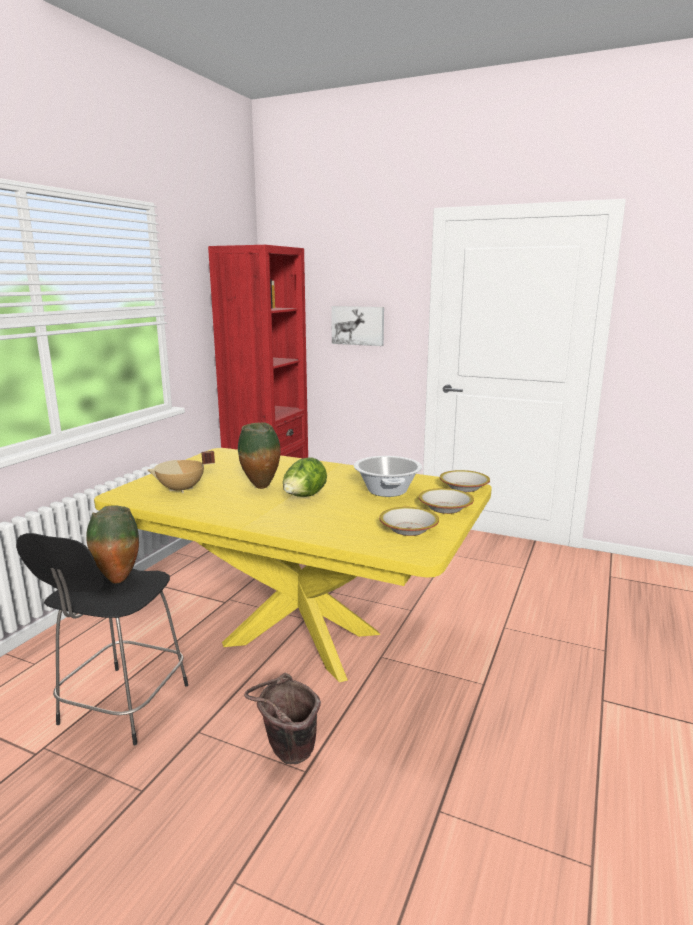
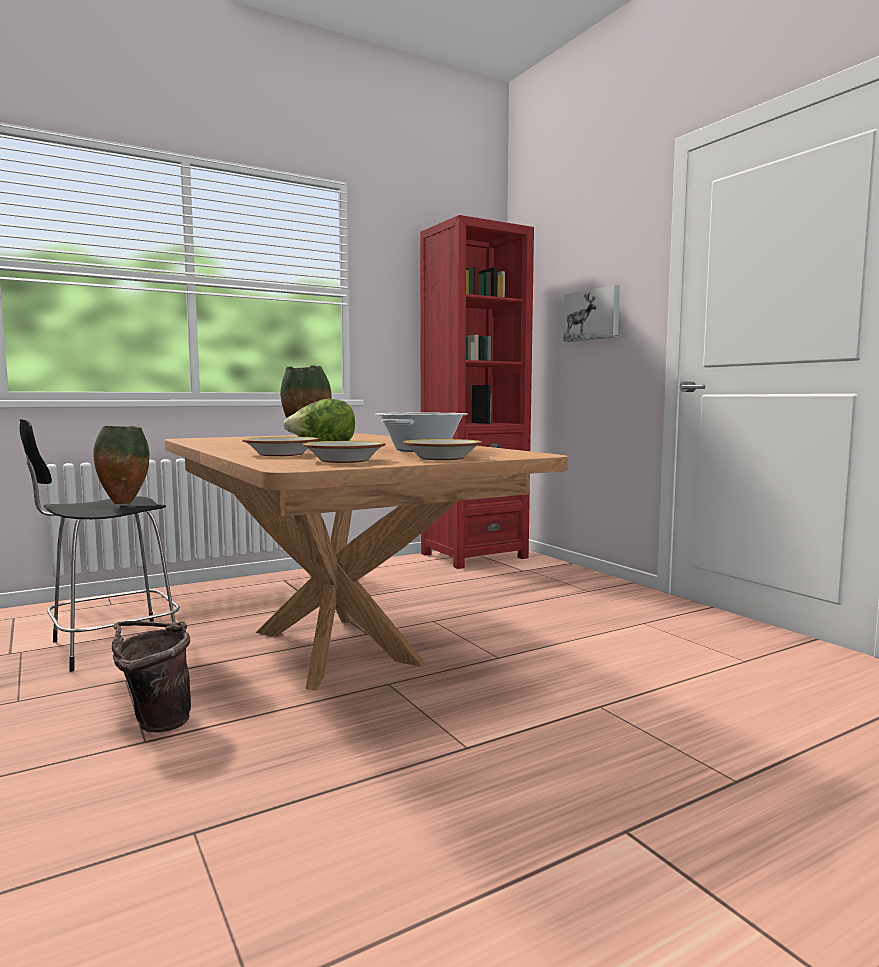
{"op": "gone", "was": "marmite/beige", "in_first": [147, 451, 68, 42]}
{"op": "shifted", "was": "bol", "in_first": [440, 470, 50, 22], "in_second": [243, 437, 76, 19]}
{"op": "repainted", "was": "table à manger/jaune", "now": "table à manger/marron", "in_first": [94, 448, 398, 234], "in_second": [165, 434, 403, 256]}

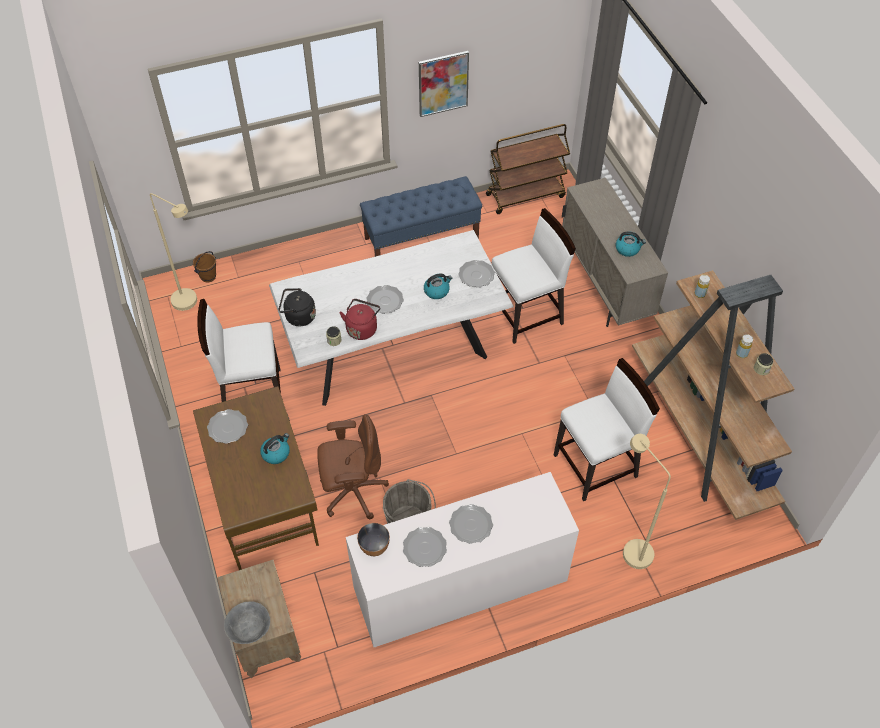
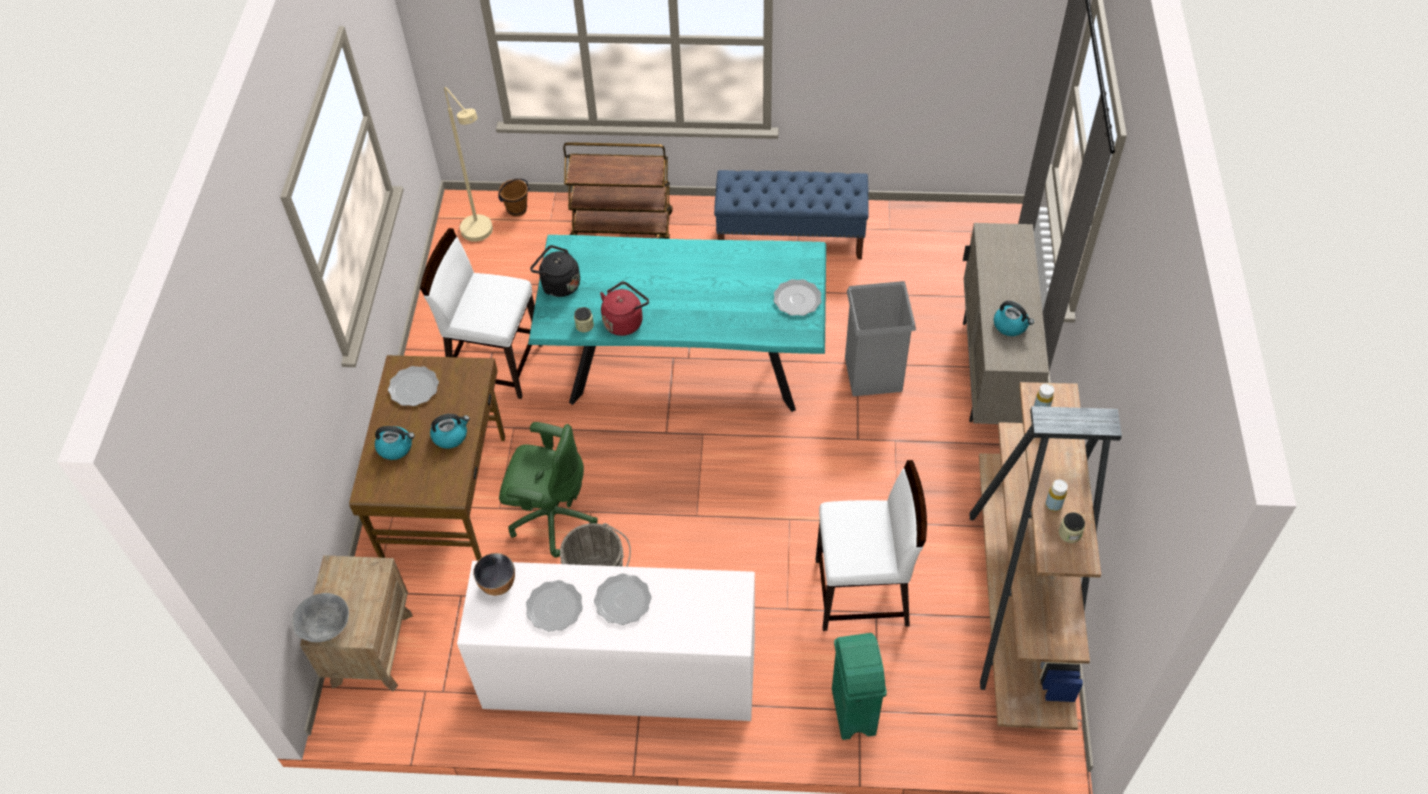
{"op": "gone", "was": "assiette", "in_first": [366, 285, 38, 29]}
{"op": "gone", "was": "tableau", "in_first": [419, 51, 50, 66]}
{"op": "shifted", "was": "bouilloire", "in_first": [424, 273, 28, 26], "in_second": [375, 426, 40, 34]}
{"op": "shifted", "was": "chariot/marron", "in_first": [486, 124, 84, 90], "in_second": [563, 142, 110, 97]}
{"op": "swapped", "was": "chaise/blanc", "now": "poubelle/gris", "in_first": [492, 208, 84, 136], "in_second": [845, 281, 71, 115]}
{"op": "swapped", "was": "lampadaire/beige", "now": "poubelle/vert", "in_first": [623, 434, 48, 135], "in_second": [832, 633, 55, 107]}
{"op": "repainted", "was": "table à manger/blanc", "now": "table à manger/turquoise", "in_first": [269, 230, 245, 176], "in_second": [528, 235, 298, 177]}
{"op": "repainted", "was": "chaise de bureau/marron", "now": "chaise de bureau/vert", "in_first": [317, 414, 72, 105], "in_second": [499, 422, 99, 135]}

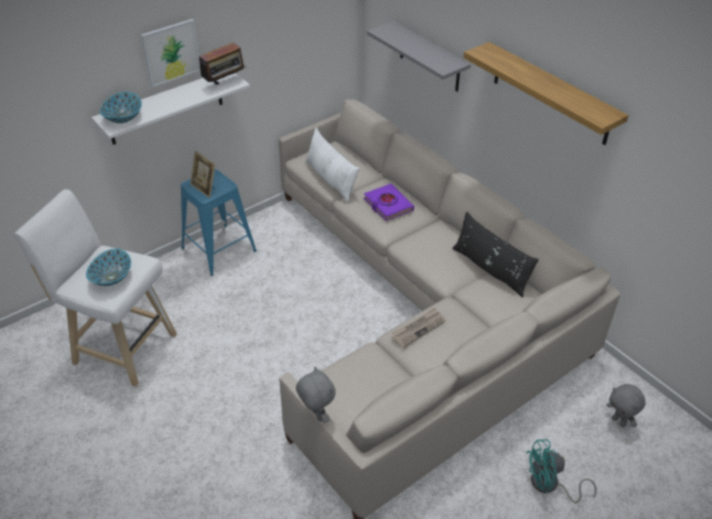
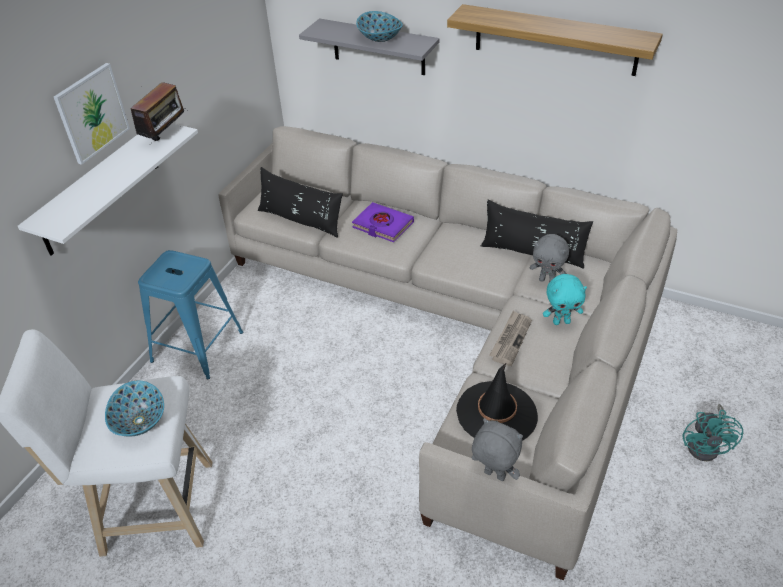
{"op": "gone", "was": "cadre photo", "in_first": [190, 151, 25, 47]}
{"op": "new", "now": "chapeau/noir", "in_second": [456, 363, 82, 78]}
{"op": "new", "now": "peluche/turquoise", "in_second": [543, 274, 44, 51]}
{"op": "shifted", "was": "bol", "in_first": [100, 92, 42, 31], "in_second": [356, 11, 47, 31]}
{"op": "shifted", "was": "peluche/gris", "in_first": [607, 384, 39, 43], "in_second": [530, 234, 39, 48]}
{"op": "repainted", "was": "coussin/blanc", "now": "coussin/noir", "in_first": [306, 128, 54, 74], "in_second": [258, 167, 85, 71]}
{"op": "rotated", "was": "ventilateur/turquoise", "in_first": [526, 439, 71, 64], "in_second": [682, 404, 61, 57], "clockwise": -45}

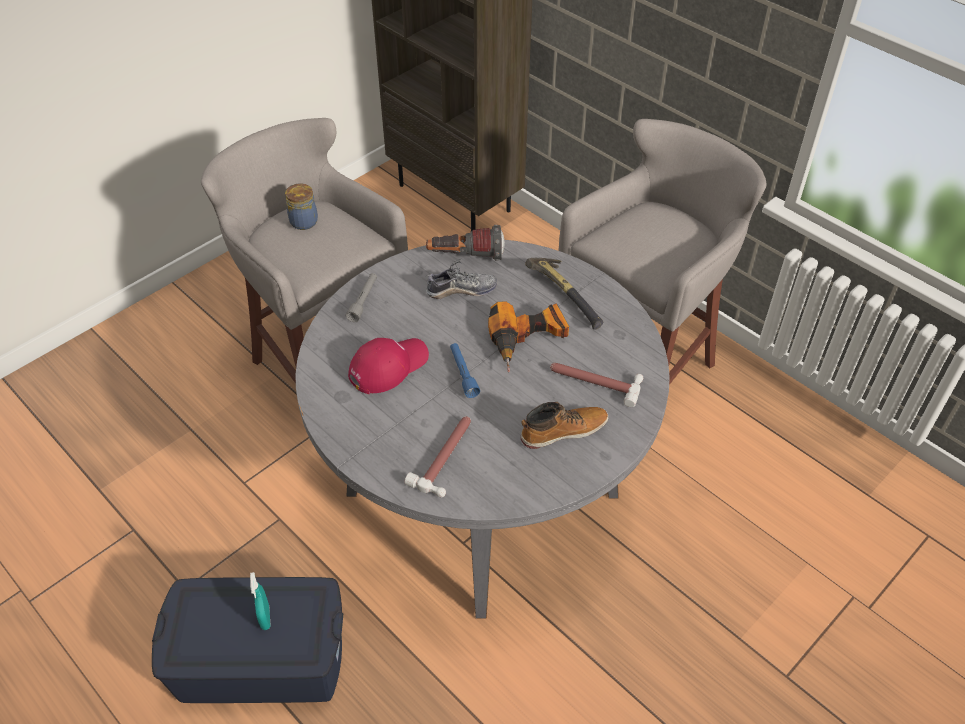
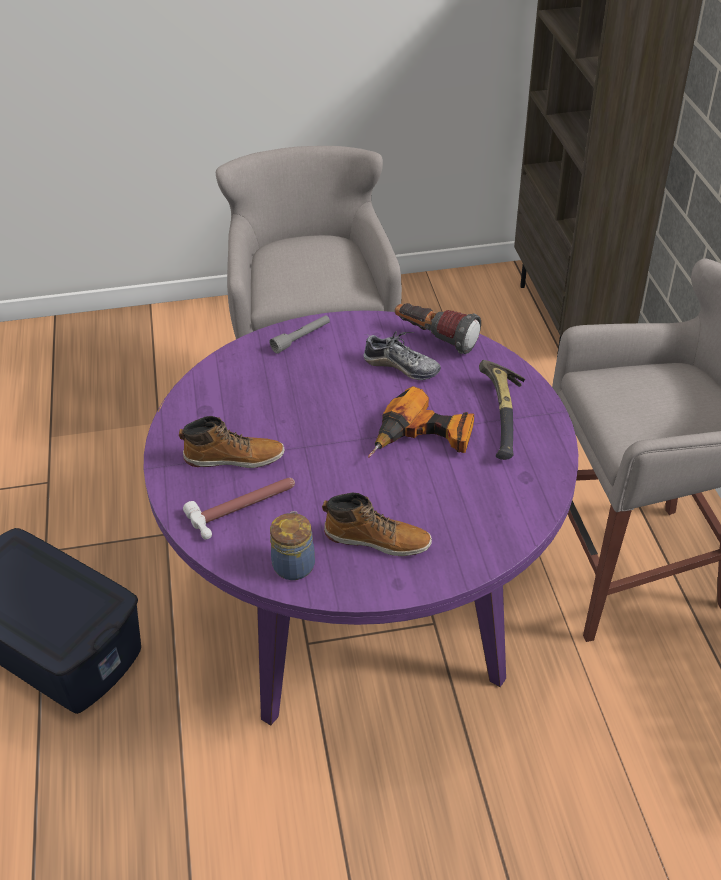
{"op": "gone", "was": "vaporisateur/turquoise", "in_first": [250, 572, 21, 58]}
{"op": "gone", "was": "casquette/rouge", "in_first": [348, 338, 81, 56]}
{"op": "gone", "was": "lampe de poche/bleu", "in_first": [450, 343, 30, 55]}
{"op": "gone", "was": "marteau", "in_first": [550, 363, 93, 44]}
{"op": "new", "now": "botte", "in_second": [179, 416, 105, 52]}
{"op": "shifted", "was": "bocal", "in_first": [285, 183, 33, 47], "in_second": [270, 511, 45, 69]}
{"op": "repainted", "was": "table à manger/gris", "now": "table à manger/violet", "in_first": [296, 240, 374, 378], "in_second": [144, 310, 434, 416]}

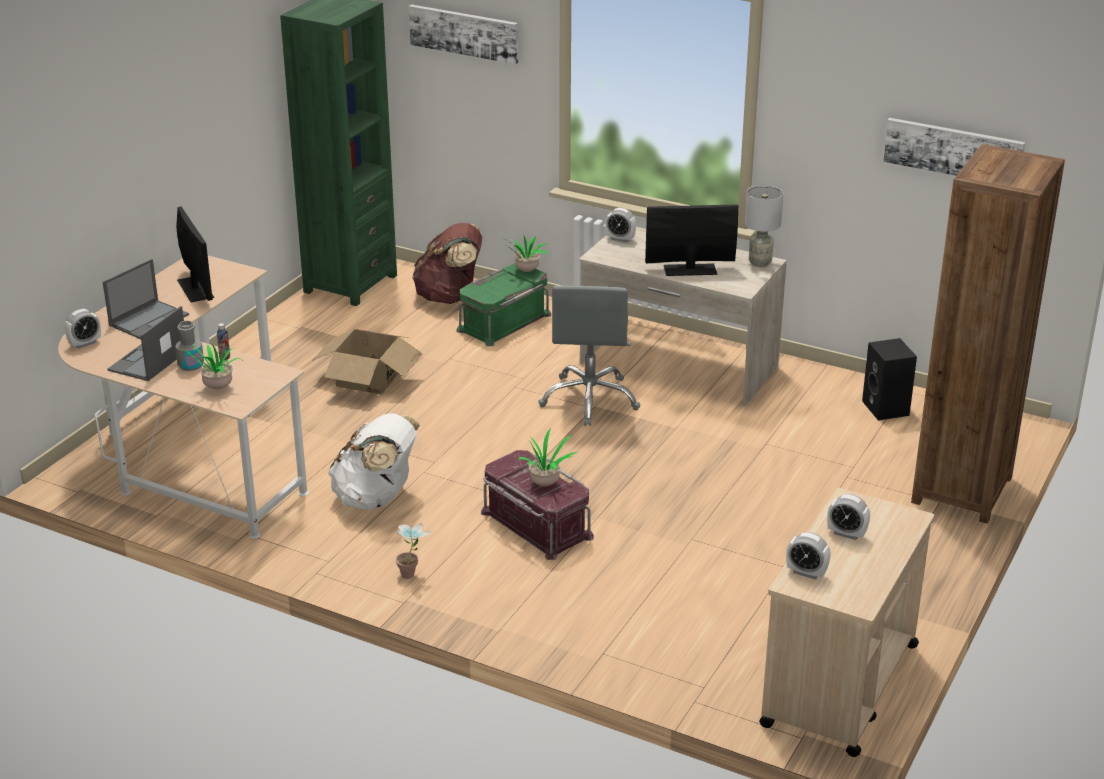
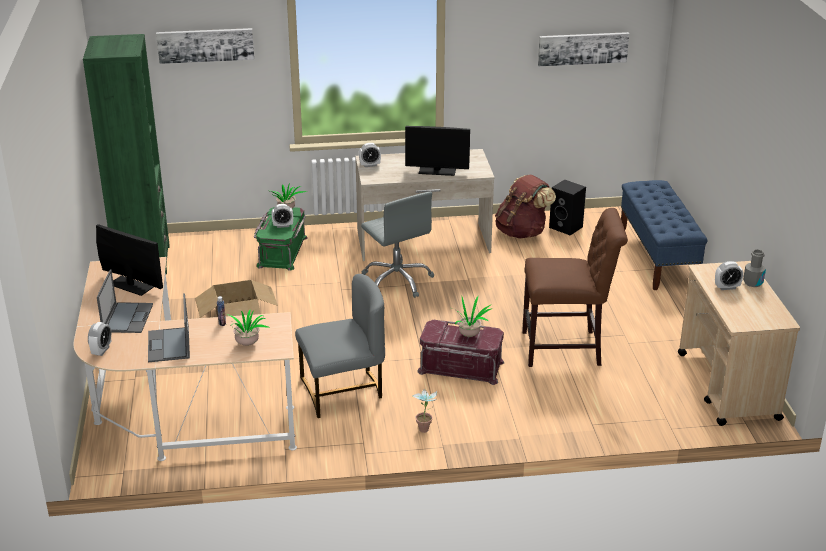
{"op": "gone", "was": "lampe de table/gris", "in_first": [745, 185, 38, 82]}
{"op": "new", "now": "chaise/marron", "in_second": [522, 208, 106, 159]}
{"op": "shifted", "was": "bouteille/gris", "in_first": [175, 321, 29, 50], "in_second": [743, 249, 23, 38]}
{"op": "shifted", "was": "sac à dos/marron", "in_first": [412, 223, 70, 81], "in_second": [495, 174, 61, 64]}
{"op": "shifted", "was": "réveil", "in_first": [786, 532, 45, 48], "in_second": [271, 204, 22, 24]}
{"op": "swapped", "was": "sac à dos/blanc", "now": "chaise/gris", "in_first": [328, 413, 92, 97], "in_second": [295, 274, 90, 144]}
{"op": "swapped", "was": "bibliothèque/marron", "now": "banc/bleu", "in_first": [911, 144, 154, 380], "in_second": [621, 180, 87, 110]}
{"op": "rotated", "was": "écran d'ordinateur", "in_first": [645, 204, 93, 72], "in_second": [405, 126, 65, 50], "clockwise": -135}

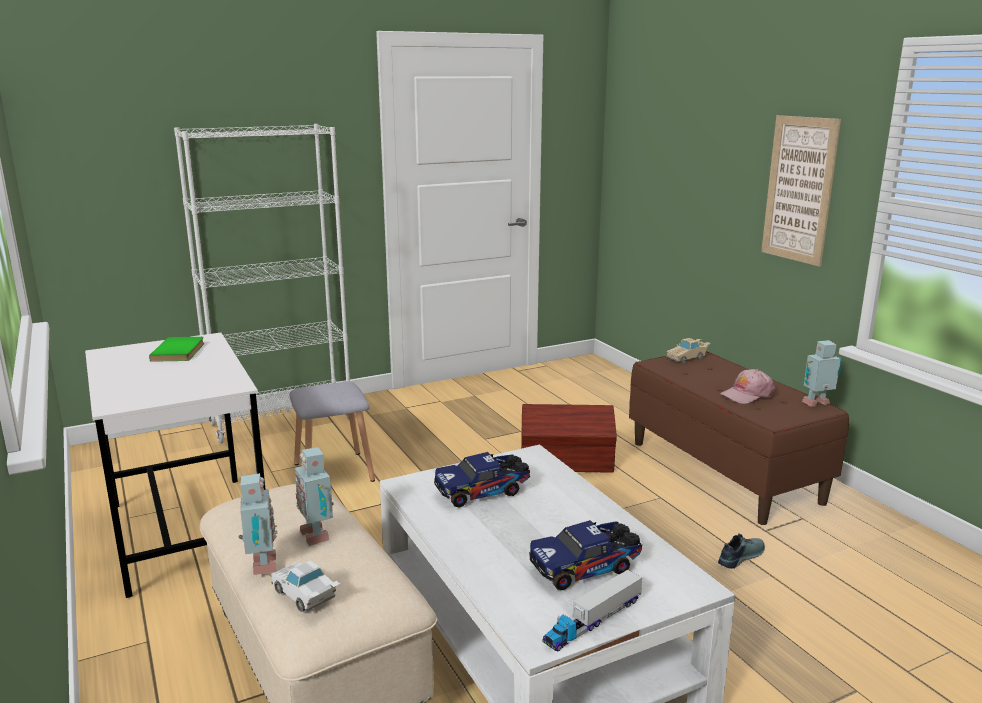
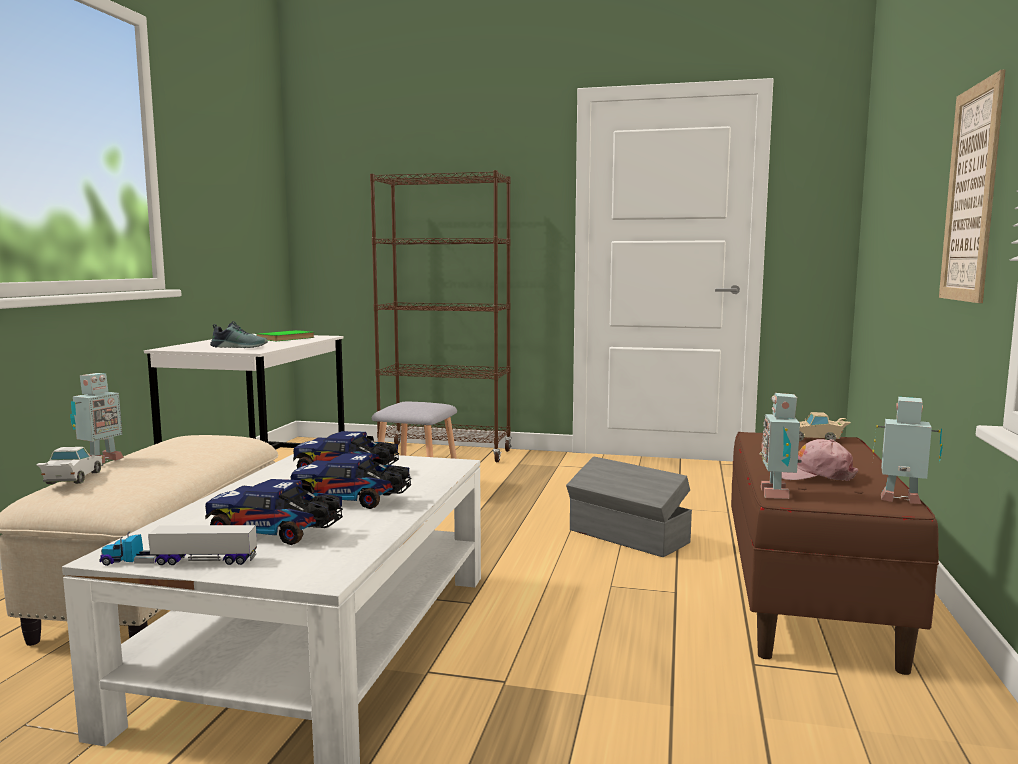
{"op": "new", "now": "camion jouet", "in_second": [291, 453, 121, 56]}
{"op": "shifted", "was": "robot jouet", "in_first": [295, 447, 38, 99], "in_second": [760, 393, 41, 106]}
{"op": "shifted", "was": "chaussure", "in_first": [718, 533, 47, 36], "in_second": [210, 321, 58, 27]}
{"op": "repainted", "was": "bibliothèque/blanc", "now": "bibliothèque/marron", "in_first": [174, 124, 176, 320], "in_second": [370, 170, 142, 292]}
{"op": "repainted", "was": "boîte de rangement/marron", "now": "boîte de rangement/gris", "in_first": [521, 404, 96, 68], "in_second": [566, 456, 126, 101]}

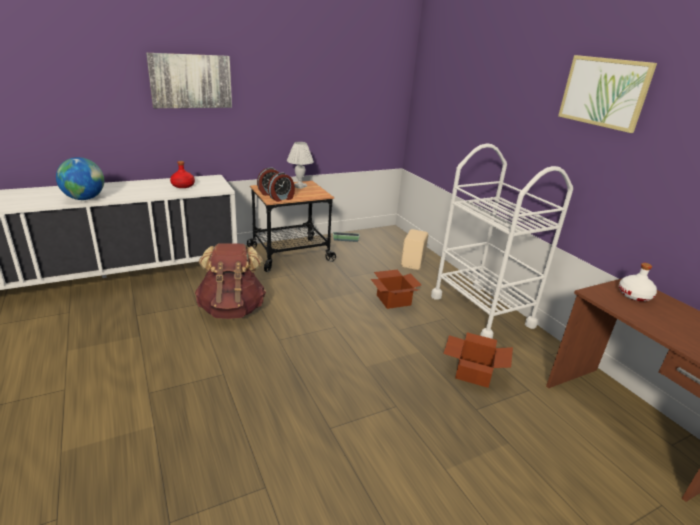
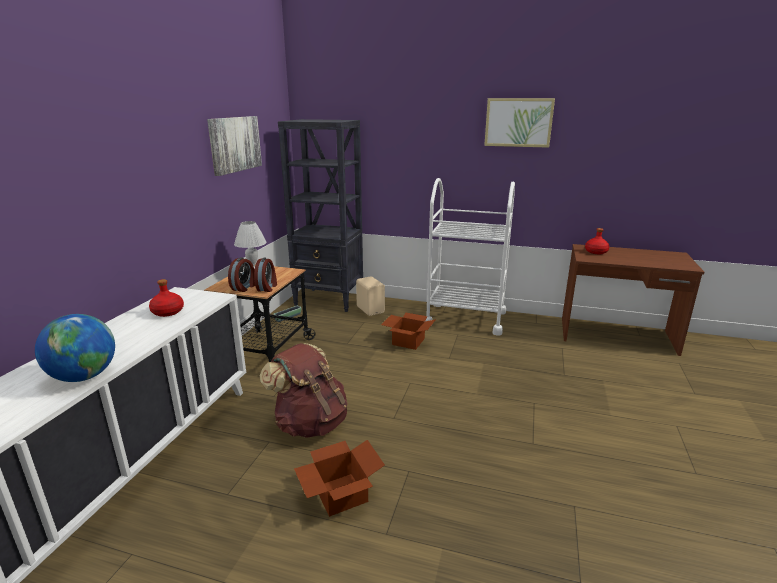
{"op": "new", "now": "bibliothèque/noir", "in_second": [278, 119, 85, 193]}
{"op": "shifted", "was": "tableau", "in_first": [146, 53, 86, 55], "in_second": [207, 116, 55, 60]}
{"op": "shifted", "was": "carton", "in_first": [443, 332, 70, 56], "in_second": [294, 440, 91, 77]}
{"op": "repainted", "was": "bouteille/blanc", "now": "bouteille/rouge", "in_first": [619, 263, 38, 38], "in_second": [585, 228, 24, 26]}

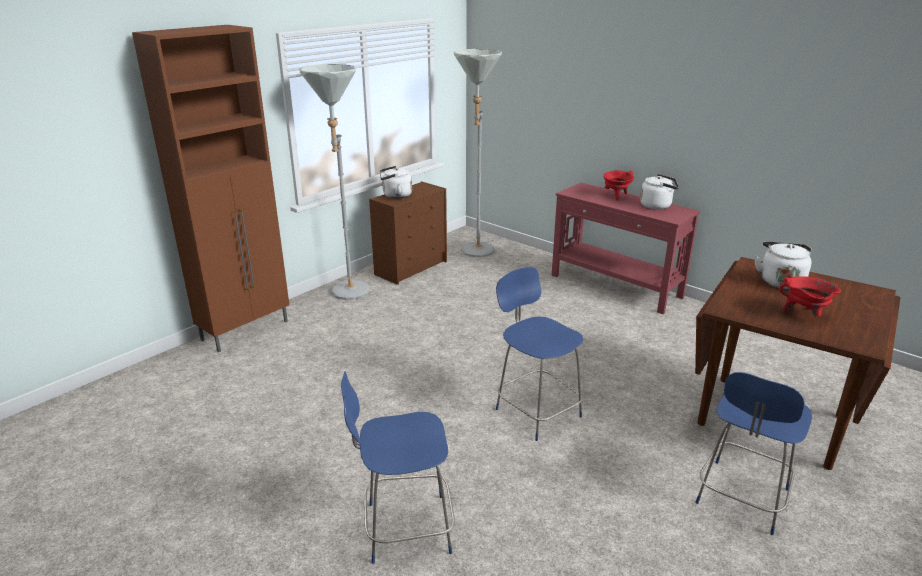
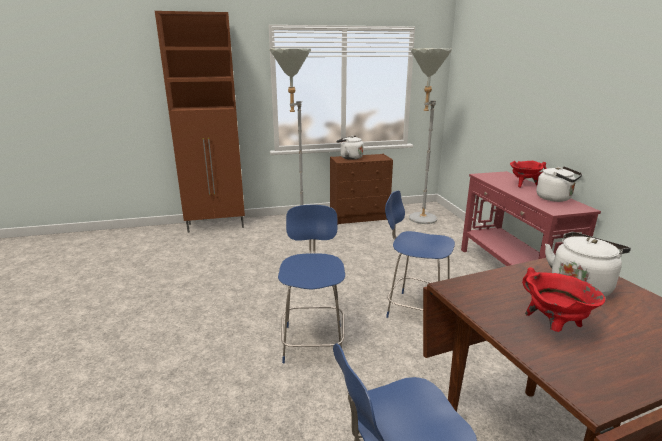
{"op": "shifted", "was": "chaise/bleu", "in_first": [341, 371, 114, 193], "in_second": [385, 190, 70, 128]}

